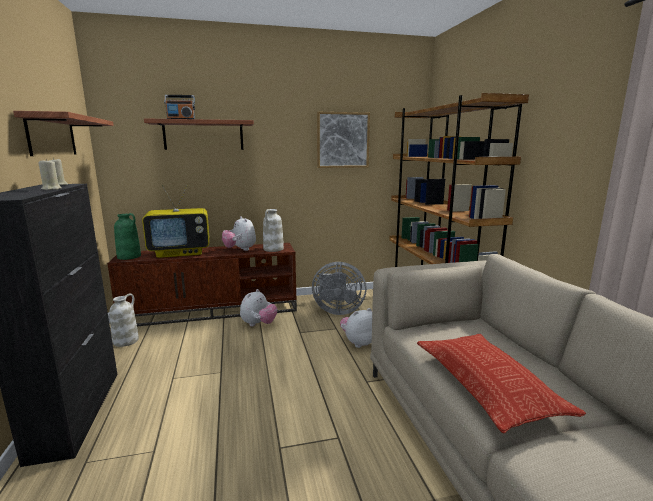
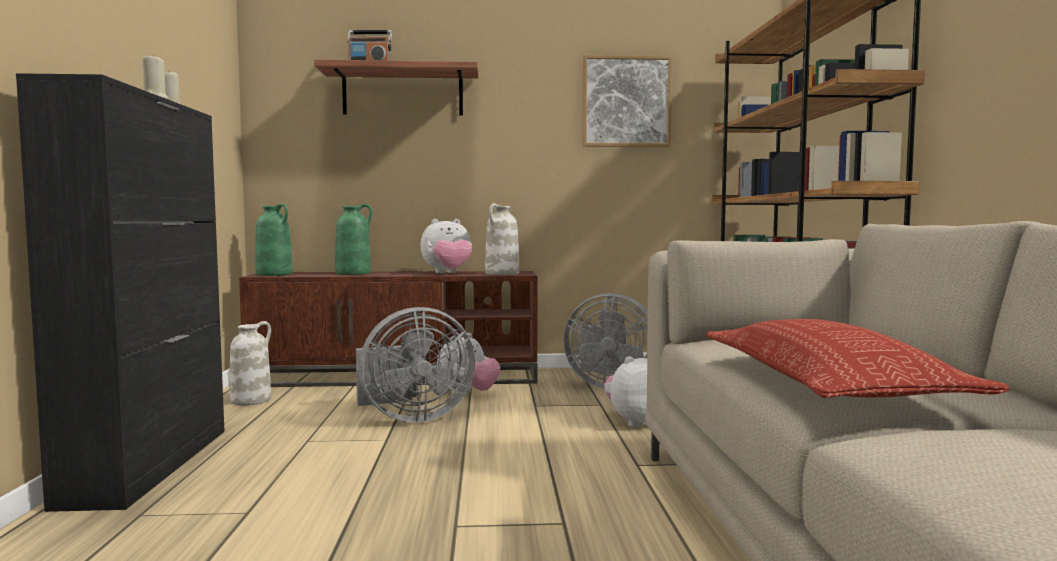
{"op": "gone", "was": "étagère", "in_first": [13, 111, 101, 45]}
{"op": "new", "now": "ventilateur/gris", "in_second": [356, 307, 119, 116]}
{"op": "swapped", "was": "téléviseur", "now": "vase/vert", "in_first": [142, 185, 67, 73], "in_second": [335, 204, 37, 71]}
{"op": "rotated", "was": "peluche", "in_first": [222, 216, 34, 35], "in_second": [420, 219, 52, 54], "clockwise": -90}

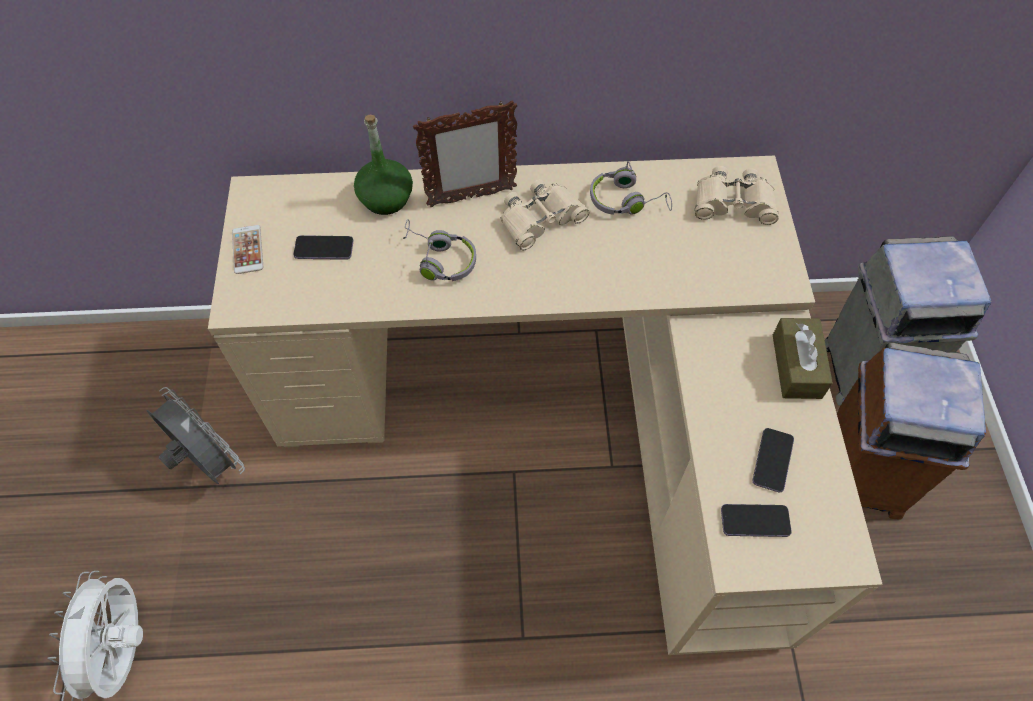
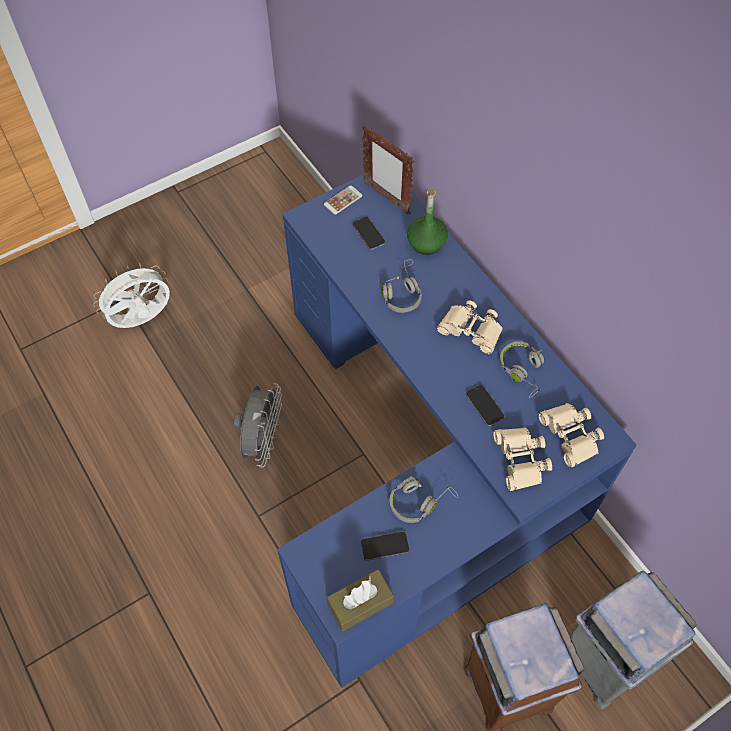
{"op": "new", "now": "casque audio/gris", "in_second": [389, 476, 69, 47]}
{"op": "new", "now": "jumelles/beige", "in_second": [493, 427, 59, 64]}
{"op": "shifted", "was": "ventilateur/gris", "in_first": [146, 387, 99, 97], "in_second": [233, 383, 49, 84]}
{"op": "shifted", "was": "cadre photo", "in_first": [413, 100, 104, 107], "in_second": [362, 126, 52, 88]}
{"op": "shifted", "was": "téléphone", "in_first": [721, 504, 71, 33], "in_second": [466, 385, 39, 41]}
{"op": "shifted", "was": "boîte à mouchoirs/marron", "in_first": [773, 318, 60, 81], "in_second": [327, 569, 67, 62]}
{"op": "repainted", "was": "bureau/beige", "now": "bureau/bleu", "in_first": [208, 156, 674, 499], "in_second": [277, 173, 360, 515]}

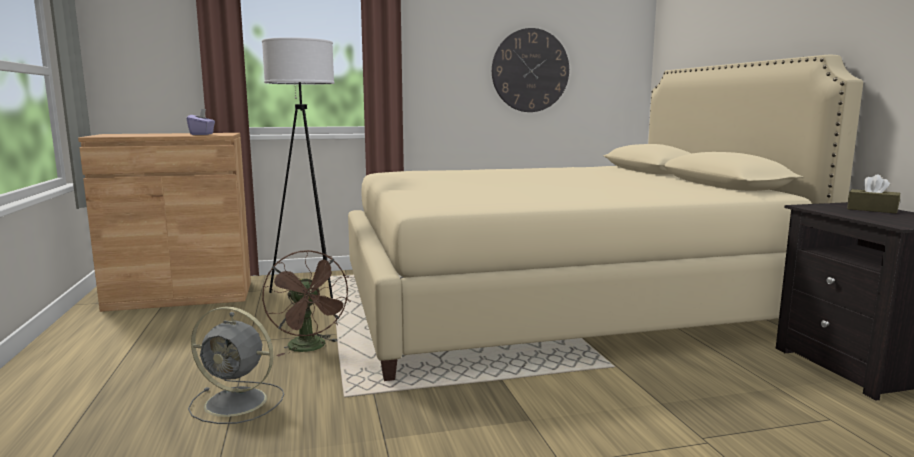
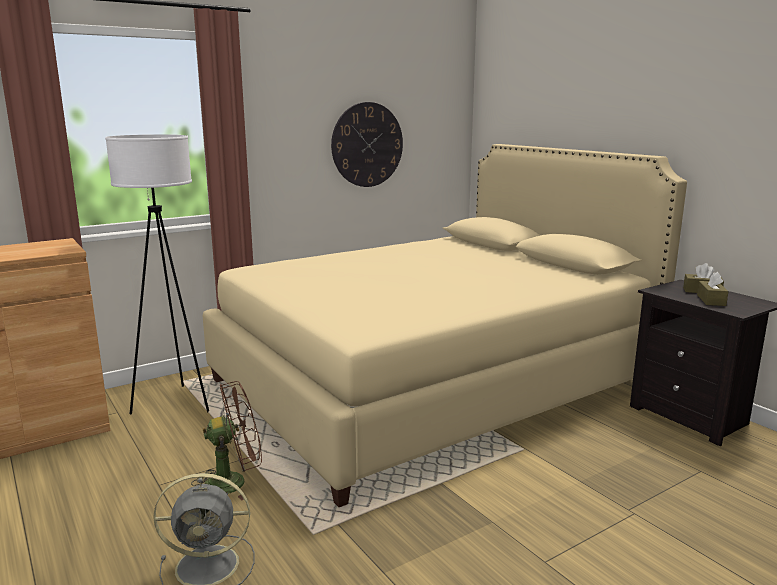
{"op": "gone", "was": "boîte à mouchoirs/violet", "in_first": [187, 109, 28, 26]}
{"op": "new", "now": "boîte à mouchoirs/marron", "in_second": [697, 272, 32, 34]}
{"op": "rotated", "was": "ventilateur/marron", "in_first": [262, 250, 89, 107], "in_second": [191, 381, 71, 119], "clockwise": -60}

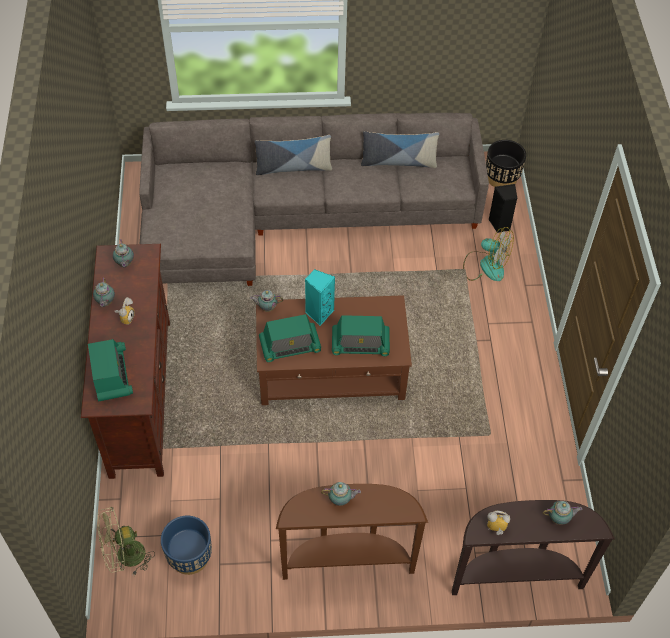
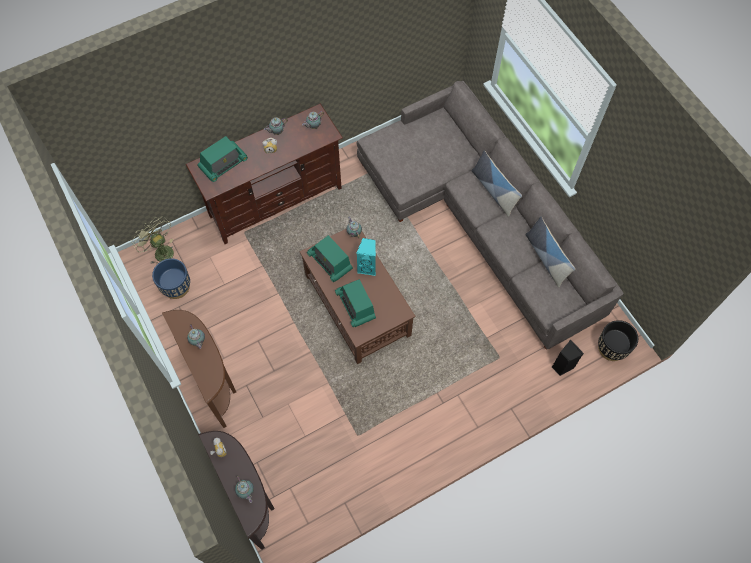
{"op": "gone", "was": "ventilateur", "in_first": [463, 227, 51, 54]}

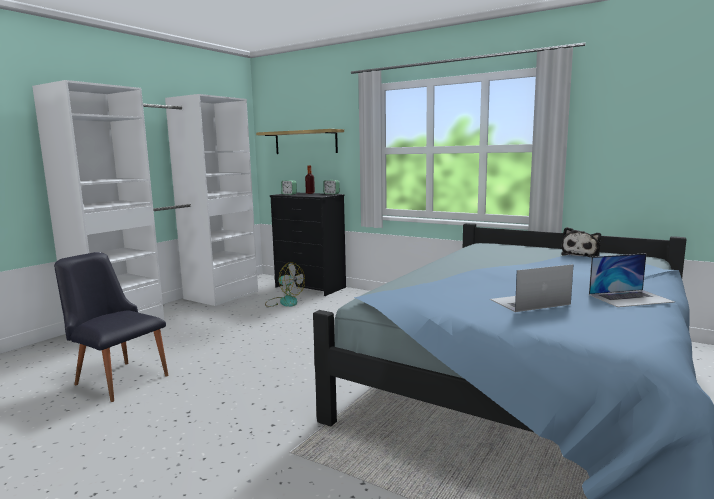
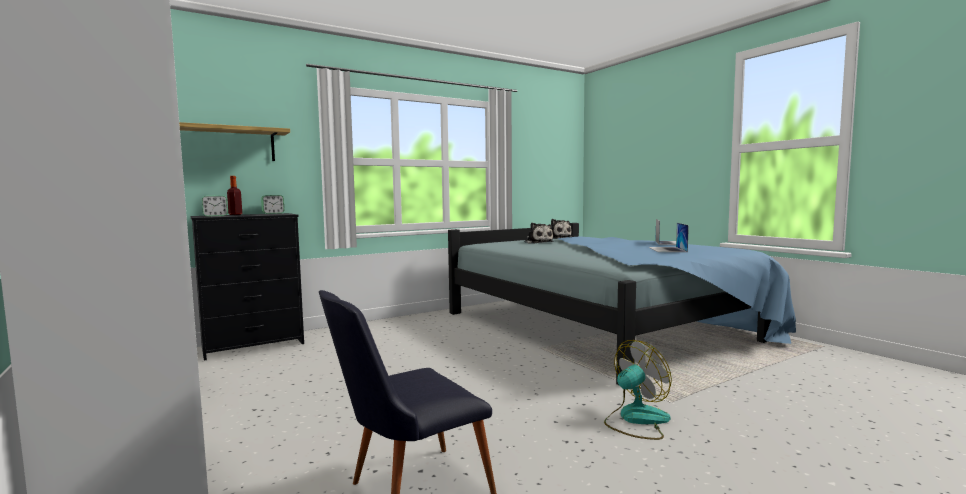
{"op": "new", "now": "peluche", "in_second": [525, 223, 29, 21]}
{"op": "shifted", "was": "ventilateur", "in_first": [265, 262, 40, 45], "in_second": [604, 340, 68, 100]}

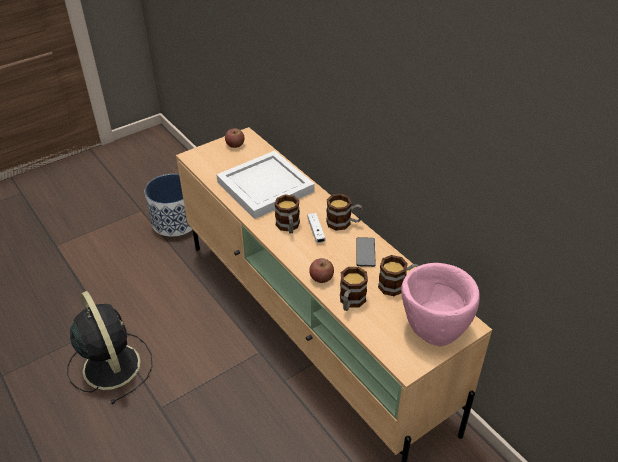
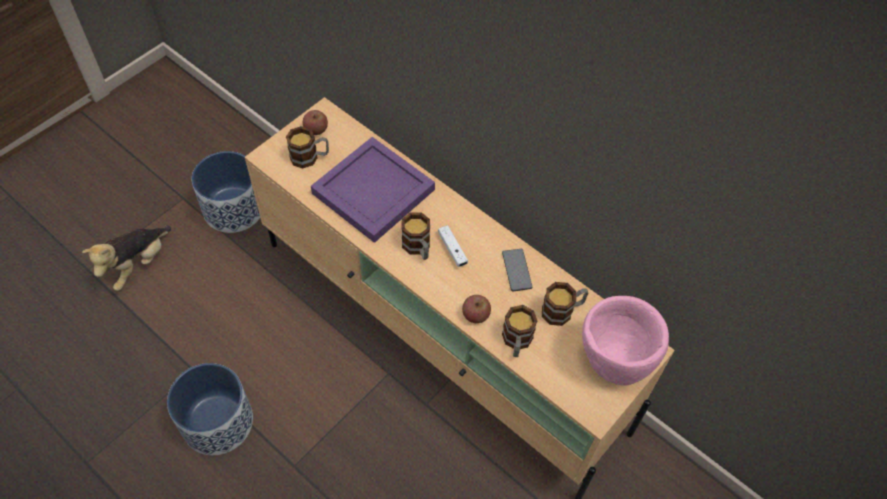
{"op": "new", "now": "peluche", "in_second": [82, 225, 89, 66]}
{"op": "shifted", "was": "mug", "in_first": [326, 194, 37, 37], "in_second": [286, 126, 43, 43]}
{"op": "swapped", "was": "ventilateur/noir", "now": "cache-pot", "in_first": [67, 291, 86, 113], "in_second": [167, 363, 86, 92]}
{"op": "repainted", "was": "plateau/blanc", "now": "plateau/violet", "in_first": [216, 151, 98, 68], "in_second": [311, 137, 124, 106]}

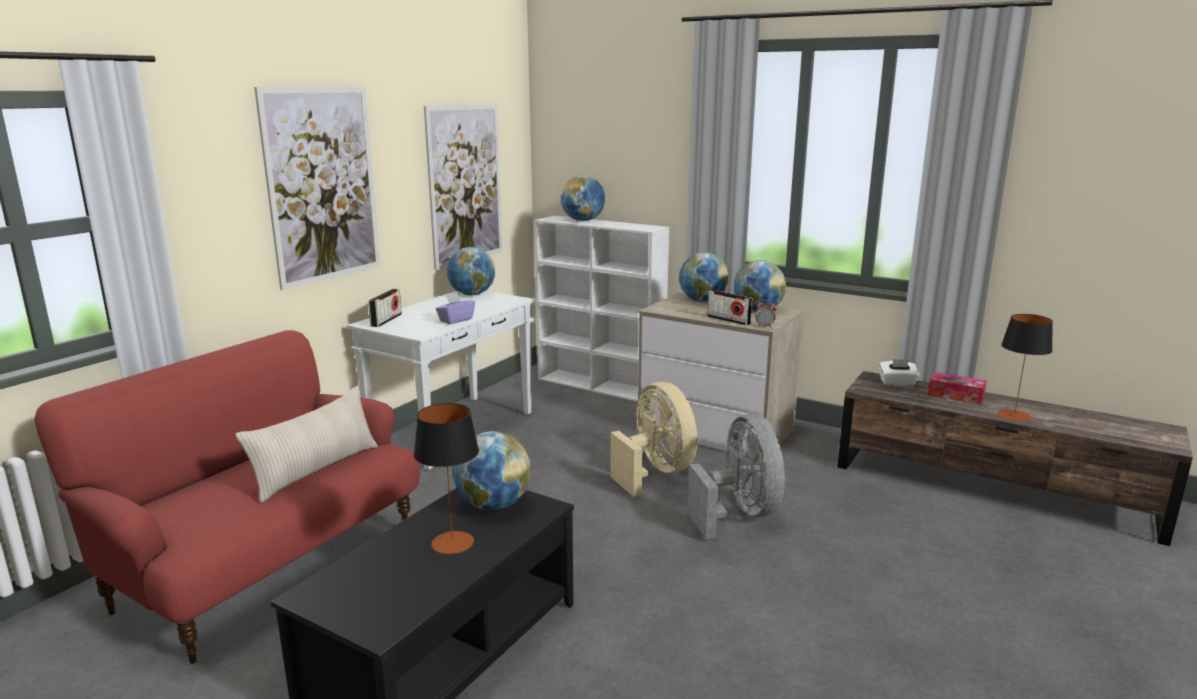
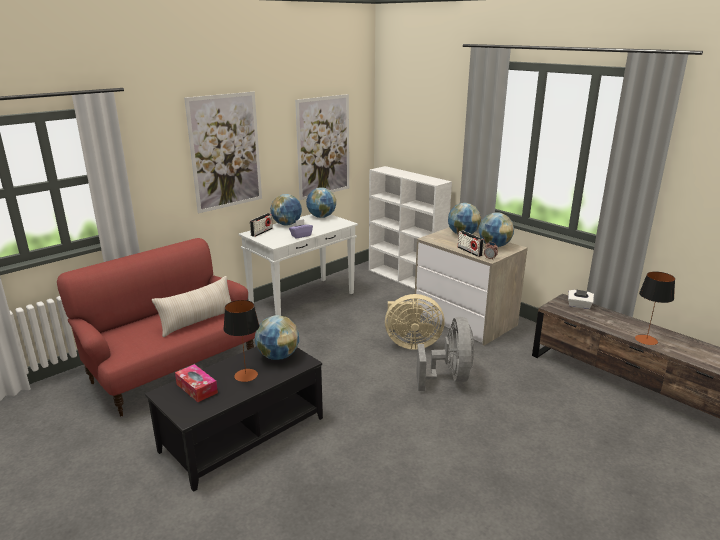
{"op": "shifted", "was": "globe", "in_first": [560, 175, 45, 46], "in_second": [270, 194, 32, 32]}
{"op": "shifted", "was": "boîte à mouchoirs", "in_first": [928, 372, 59, 33], "in_second": [175, 364, 43, 38]}
{"op": "rotated", "was": "ventilateur/beige", "in_first": [610, 382, 87, 115], "in_second": [385, 294, 60, 56], "clockwise": 105}

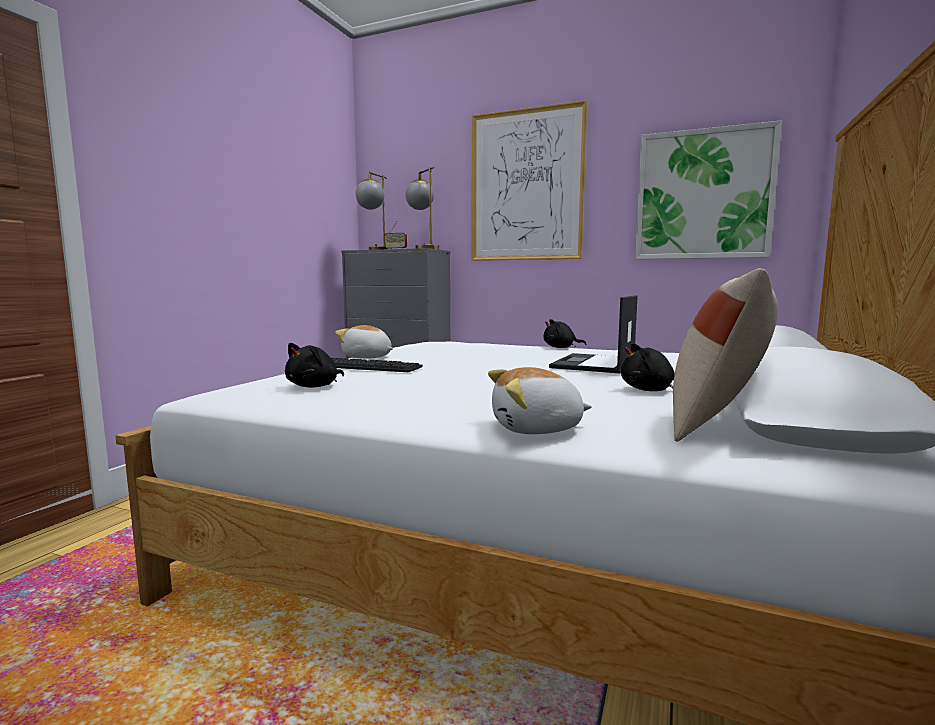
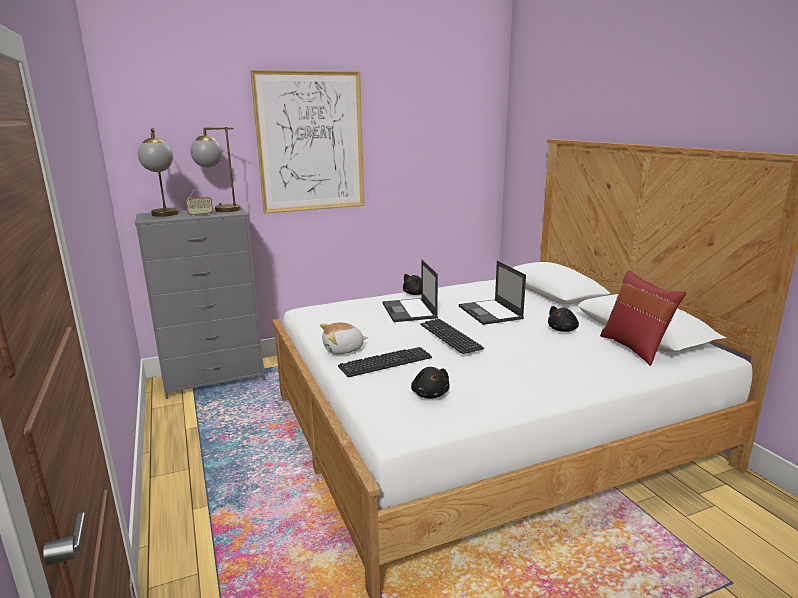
{"op": "gone", "was": "peluche", "in_first": [488, 367, 104, 67]}
{"op": "gone", "was": "tableau", "in_first": [635, 120, 147, 139]}
{"op": "new", "now": "ordinateur portable", "in_second": [383, 259, 55, 63]}
{"op": "new", "now": "clavier", "in_second": [421, 319, 63, 35]}
{"op": "repainted", "was": "coussin/beige", "now": "coussin/rouge", "in_first": [673, 268, 105, 174], "in_second": [600, 270, 86, 96]}

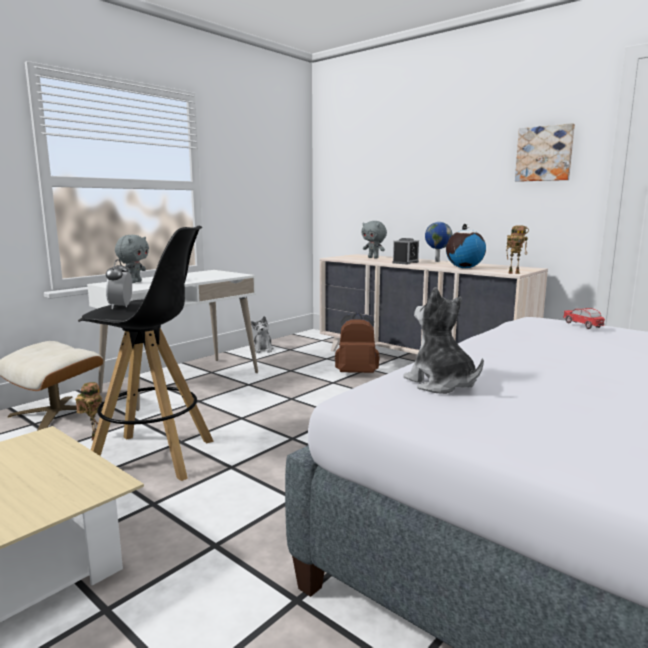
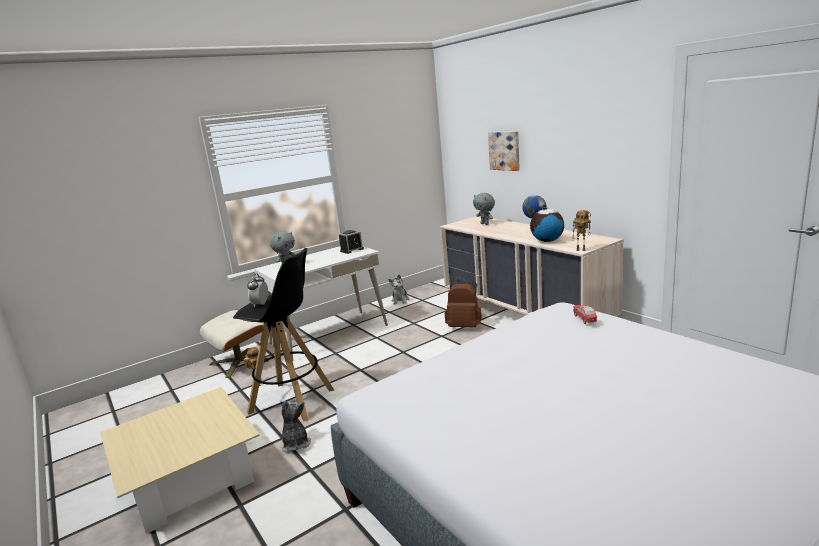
{"op": "shifted", "was": "réveil", "in_first": [392, 238, 27, 26], "in_second": [339, 230, 25, 24]}
{"op": "shifted", "was": "peluche", "in_first": [403, 287, 81, 107], "in_second": [281, 401, 30, 52]}
{"op": "shifted", "was": "tableau", "in_first": [515, 123, 60, 59], "in_second": [488, 131, 32, 40]}

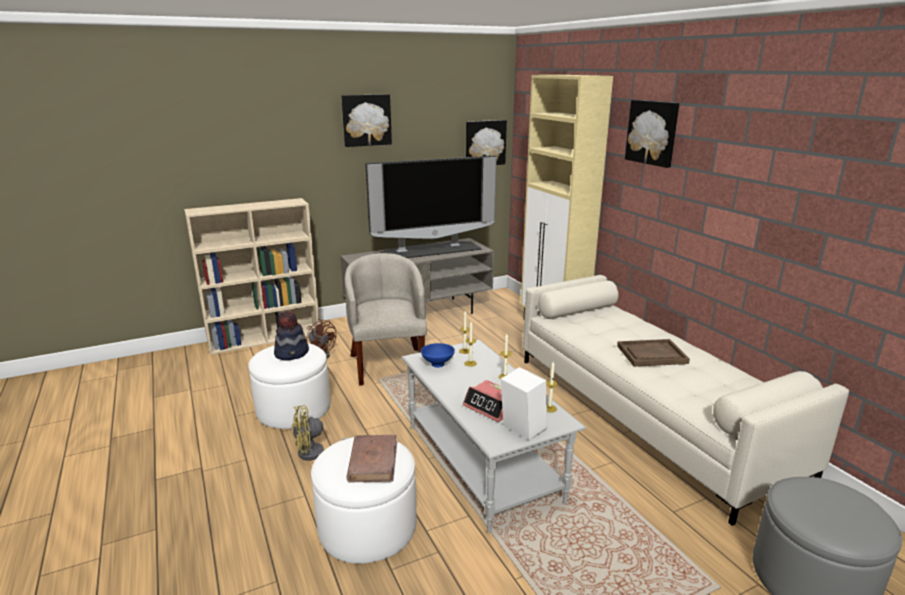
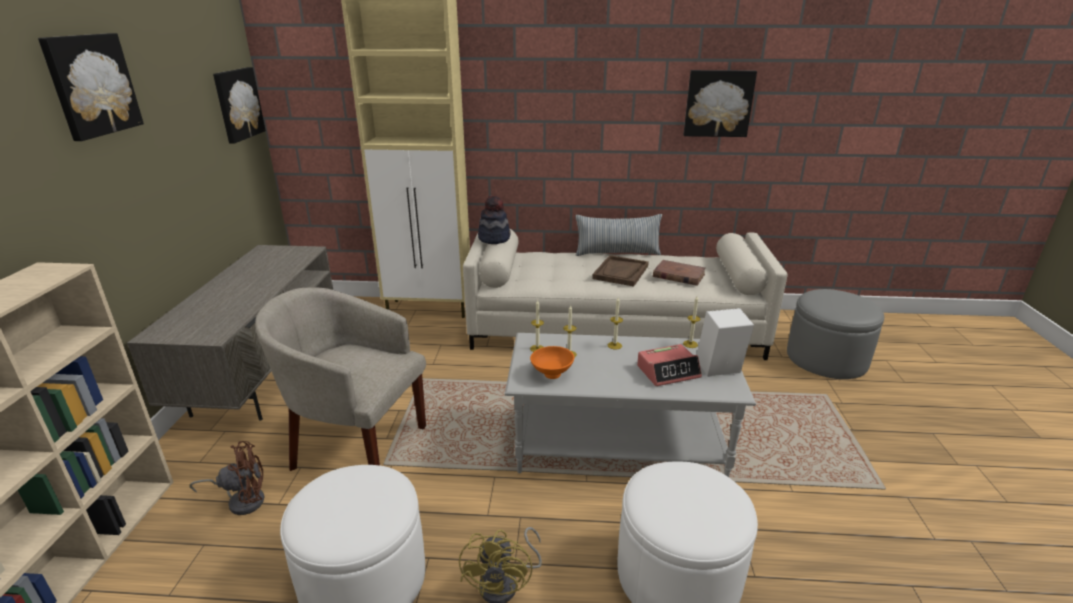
{"op": "gone", "was": "téléviseur", "in_first": [365, 156, 132, 102]}
{"op": "new", "now": "coussin", "in_second": [575, 214, 87, 42]}
{"op": "shifted", "was": "chapeau", "in_first": [274, 311, 35, 49], "in_second": [478, 195, 32, 49]}
{"op": "shifted", "was": "livre/marron", "in_first": [347, 435, 50, 48], "in_second": [653, 260, 53, 26]}
{"op": "shifted", "was": "tableau", "in_first": [625, 100, 54, 68], "in_second": [683, 70, 74, 67]}
{"op": "repainted", "was": "bol/bleu", "now": "bol/orange", "in_first": [421, 343, 34, 25], "in_second": [530, 346, 44, 33]}

